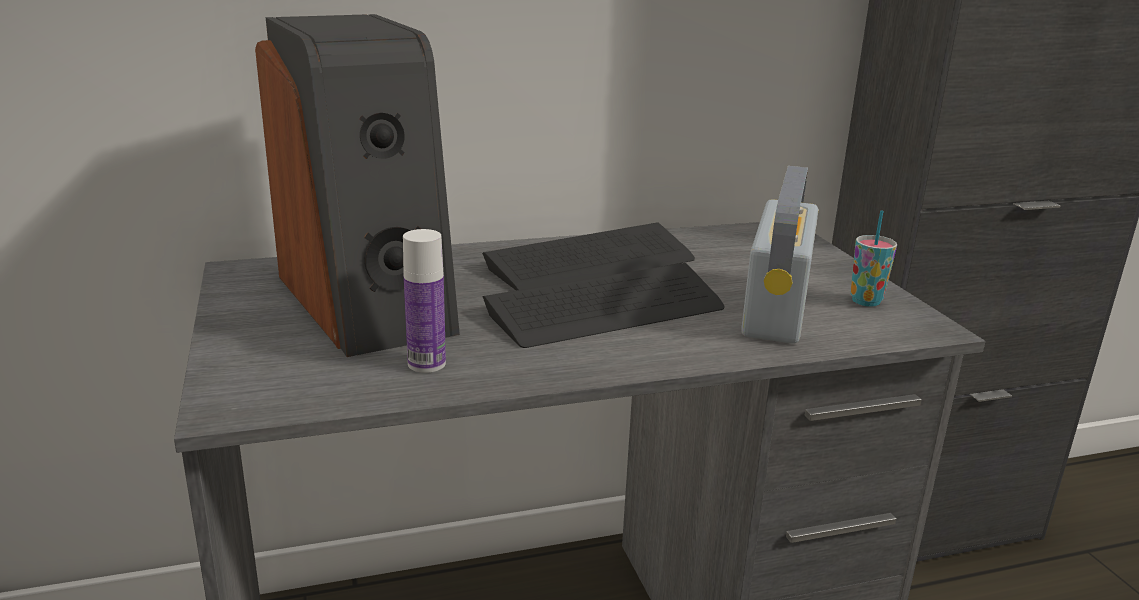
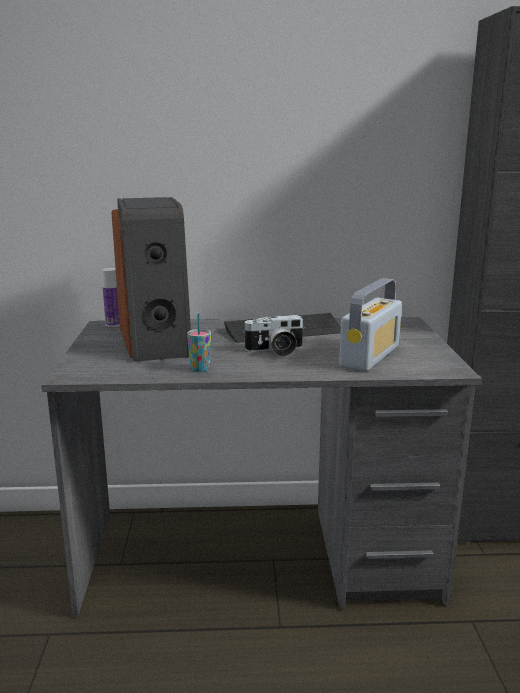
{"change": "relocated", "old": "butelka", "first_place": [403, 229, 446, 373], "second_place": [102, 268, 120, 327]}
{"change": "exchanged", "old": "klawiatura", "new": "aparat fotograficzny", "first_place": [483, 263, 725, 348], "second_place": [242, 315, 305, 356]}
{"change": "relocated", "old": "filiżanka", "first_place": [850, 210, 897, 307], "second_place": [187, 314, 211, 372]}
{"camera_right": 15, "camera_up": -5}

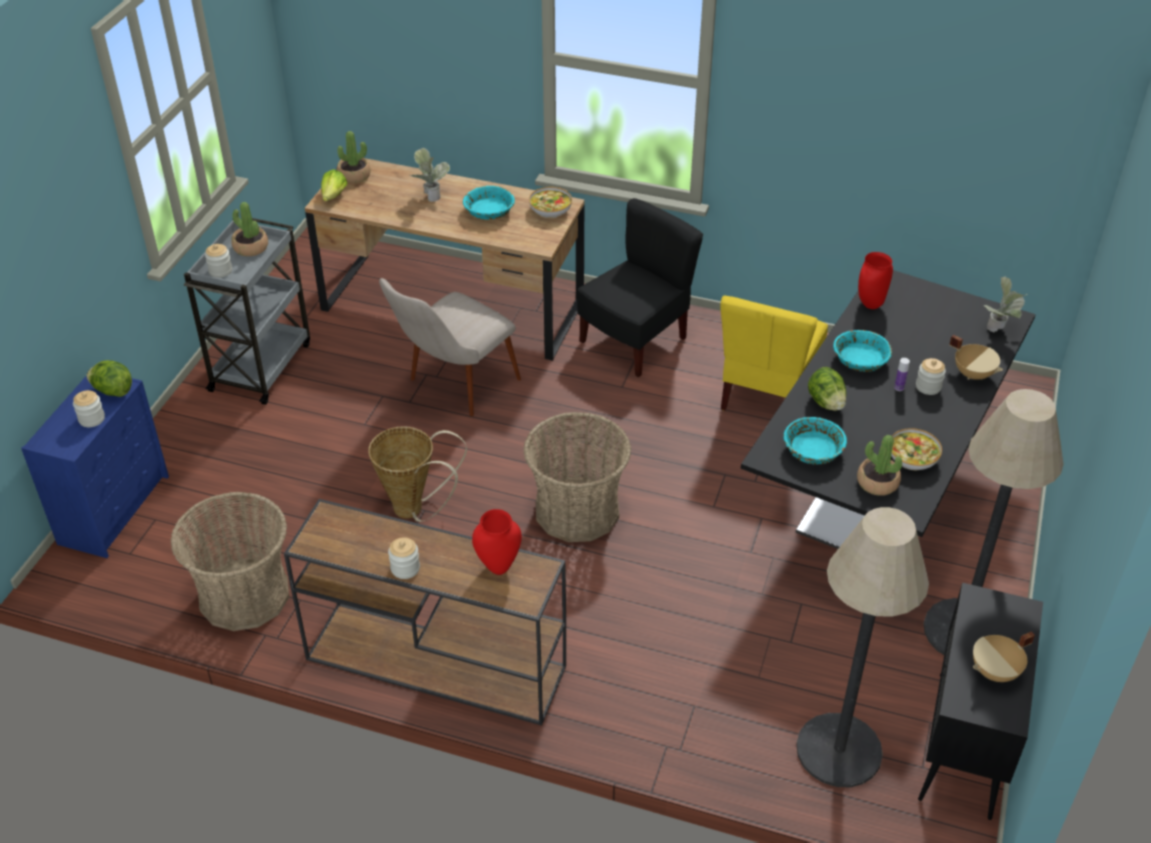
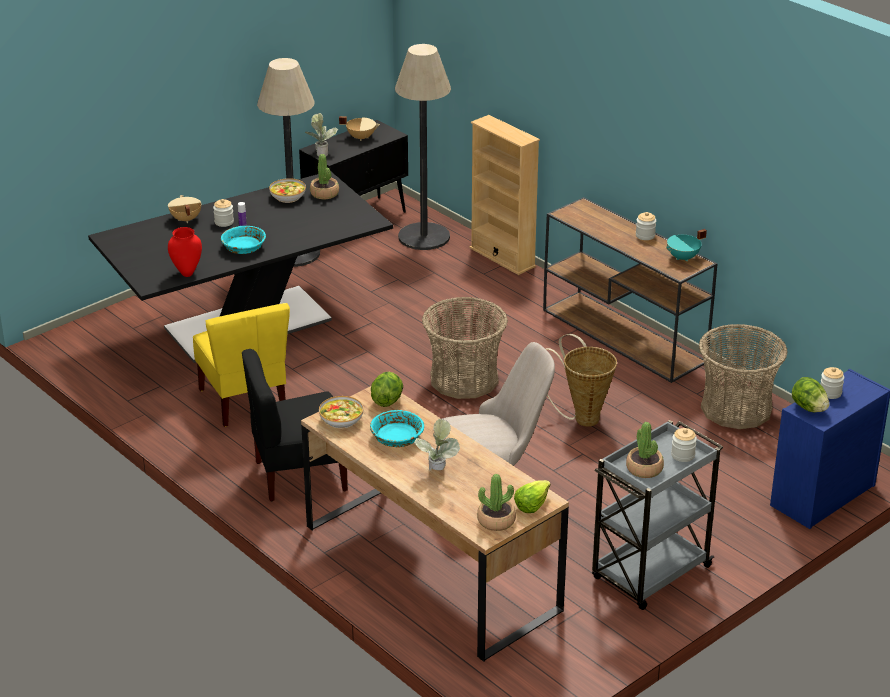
{"change": "missing", "old": "wazon/czerwony", "first_place": [472, 509, 522, 575]}
{"change": "spun", "old": "krzesło/żółty", "first_place": [721, 295, 828, 410], "second_place": [193, 303, 290, 427], "degrees": 105}
{"change": "missing", "old": "miska/turkusowy", "first_place": [783, 417, 847, 465]}
{"change": "relocated", "old": "sałata", "first_place": [808, 367, 846, 411], "second_place": [371, 372, 403, 407]}
{"change": "relocated", "old": "roślina doniczkowa", "first_place": [983, 277, 1027, 332], "second_place": [304, 113, 338, 157]}
{"change": "appeared", "new": "regał/beżowy", "second_place": [470, 115, 540, 275]}
{"change": "appeared", "new": "garnek/turkusowy", "second_place": [666, 229, 707, 262]}
{"camera_right": -150, "camera_up": -10}

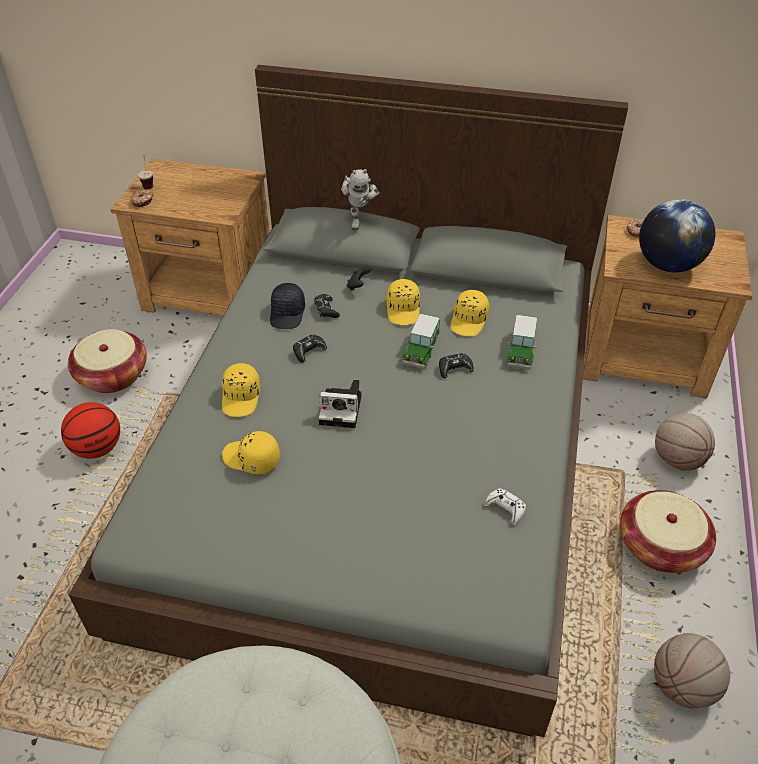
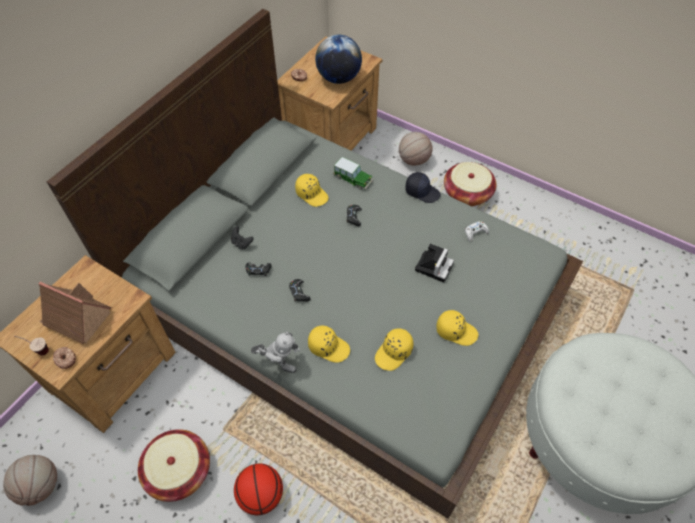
{"change": "relocated", "old": "czapka z daszkiem/czarny", "first_place": [270, 283, 305, 329], "second_place": [405, 172, 441, 203]}
{"change": "relocated", "old": "aparat fotograficzny", "first_place": [318, 380, 361, 428], "second_place": [415, 244, 454, 283]}
{"change": "relocated", "old": "robot zabawkowy", "first_place": [341, 169, 379, 230], "second_place": [251, 332, 300, 373]}
{"change": "relocated", "old": "czapka z daszkiem/żółty", "first_place": [387, 279, 420, 325], "second_place": [436, 310, 478, 346]}
{"change": "missing", "old": "samochodzik", "first_place": [402, 314, 440, 369]}
{"change": "relocated", "old": "piłka do koszykówki", "first_place": [654, 633, 730, 708], "second_place": [3, 455, 57, 506]}
{"change": "appeared", "new": "domek", "second_place": [38, 282, 112, 344]}
{"camera_right": -70, "camera_up": 10}

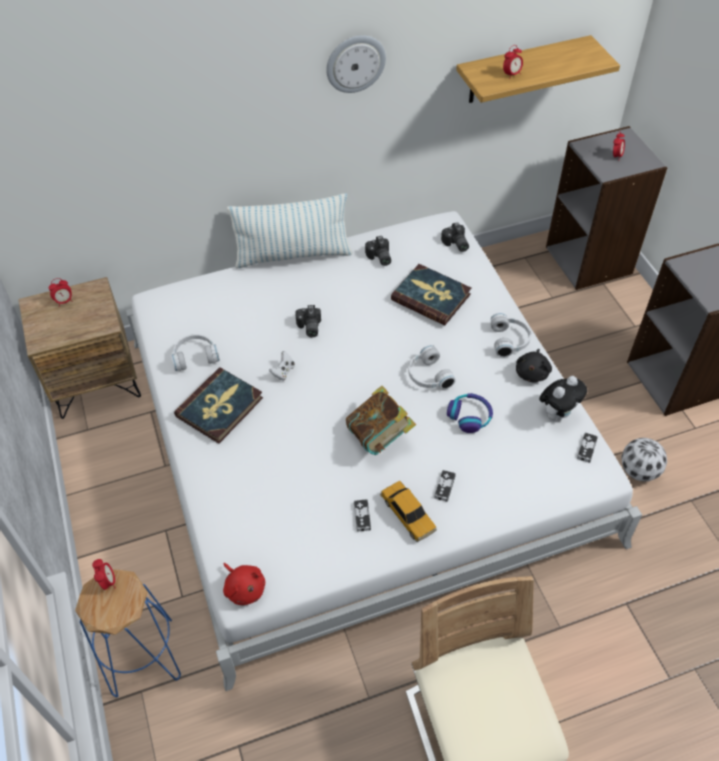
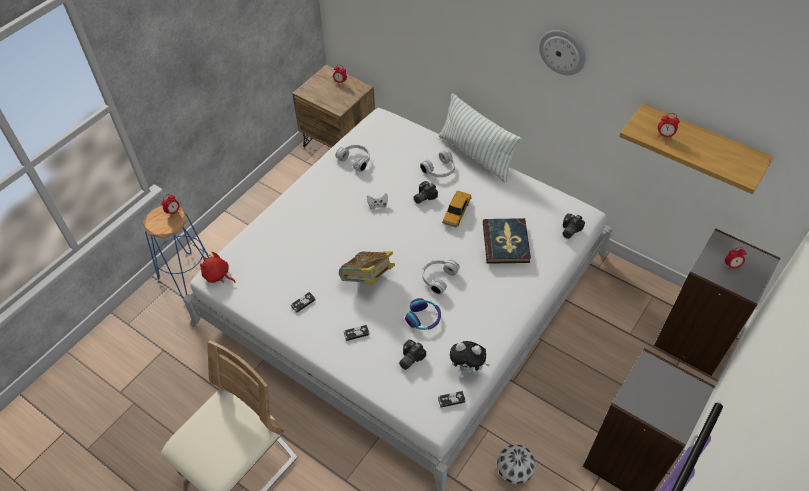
{"change": "missing", "old": "książka", "first_place": [174, 367, 263, 444]}
{"change": "spun", "old": "pluszak/czerwony", "first_place": [223, 563, 265, 606], "second_place": [200, 252, 236, 283], "degrees": 105}
{"change": "relocated", "old": "aparat fotograficzny", "first_place": [365, 236, 391, 266], "second_place": [399, 340, 426, 370]}
{"change": "relocated", "old": "samochodzik", "first_place": [380, 481, 437, 542], "second_place": [442, 191, 472, 228]}
{"change": "relocated", "old": "słuchawki/biały", "first_place": [491, 313, 531, 357], "second_place": [420, 149, 455, 177]}
{"change": "missing", "old": "pluszak/czarny", "first_place": [516, 349, 552, 382]}
{"camera_right": 55, "camera_up": 0}

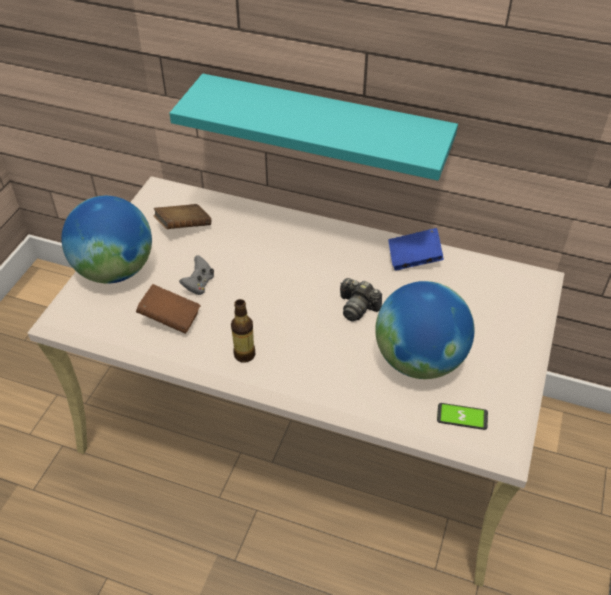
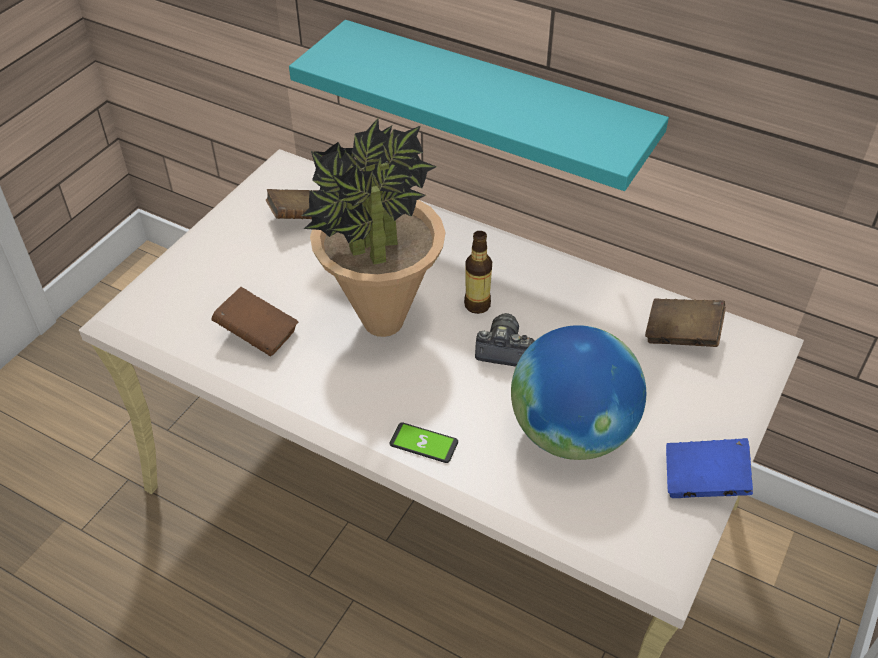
{"change": "missing", "old": "globus", "first_place": [61, 196, 152, 284]}
{"change": "missing", "old": "pad do gier/szary", "first_place": [179, 255, 214, 295]}
{"change": "relocated", "old": "butelka", "first_place": [231, 299, 255, 363], "second_place": [464, 231, 492, 314]}
{"change": "spun", "old": "aparat fotograficzny", "first_place": [340, 278, 382, 321], "second_place": [475, 313, 534, 367], "degrees": 150}
{"change": "relocated", "old": "książka/niebieski", "first_place": [388, 228, 444, 271], "second_place": [666, 438, 753, 498]}
{"change": "relocated", "old": "telefon", "first_place": [437, 403, 488, 430], "second_place": [389, 422, 458, 463]}
{"change": "appeared", "new": "roślina doniczkowa", "second_place": [301, 118, 446, 337]}
{"change": "appeared", "new": "książka/brązowy", "second_place": [645, 298, 726, 347]}
{"camera_right": 10, "camera_up": 0}

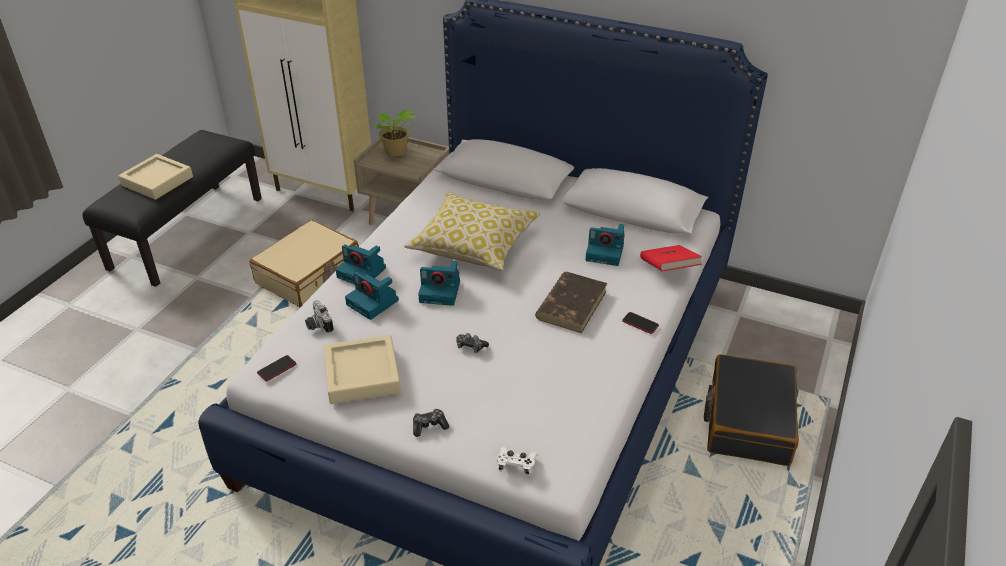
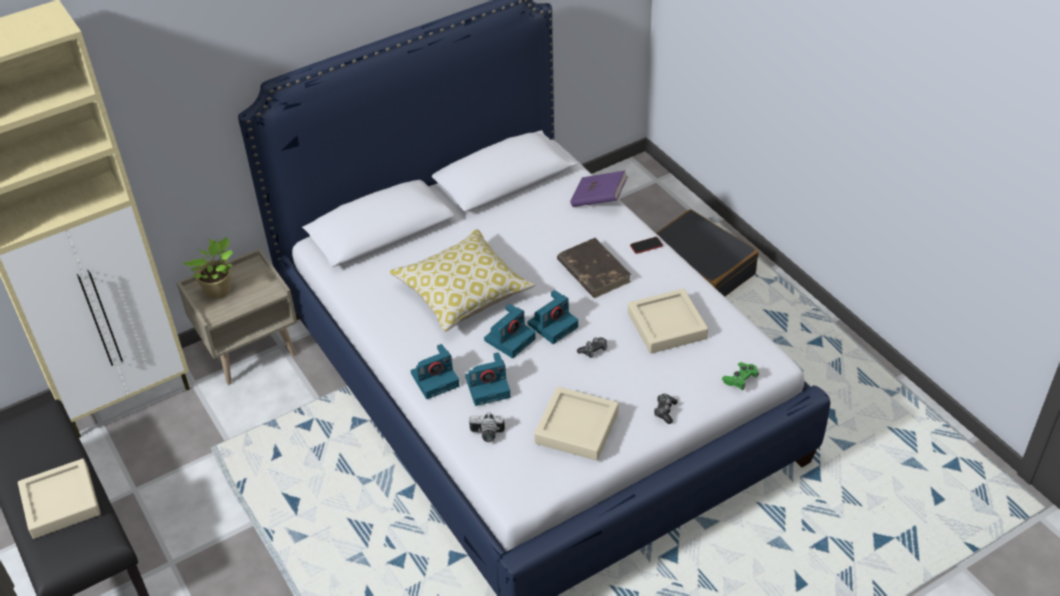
{"change": "missing", "old": "walizka/beżowy", "first_place": [250, 220, 359, 307]}
{"change": "missing", "old": "telefon", "first_place": [257, 355, 296, 381]}
{"change": "colour", "old": "pad do gier/biały", "new": "pad do gier/zielony", "first_place": [497, 447, 537, 476], "second_place": [722, 362, 759, 390]}
{"change": "relocated", "old": "aparat fotograficzny", "first_place": [586, 224, 625, 266], "second_place": [528, 290, 578, 344]}
{"change": "colour", "old": "książka/czerwony", "new": "książka/fioletowy", "first_place": [640, 245, 702, 272], "second_place": [570, 170, 628, 207]}
{"change": "appeared", "new": "taca/beżowy", "second_place": [628, 289, 708, 354]}
{"camera_right": -55, "camera_up": 5}

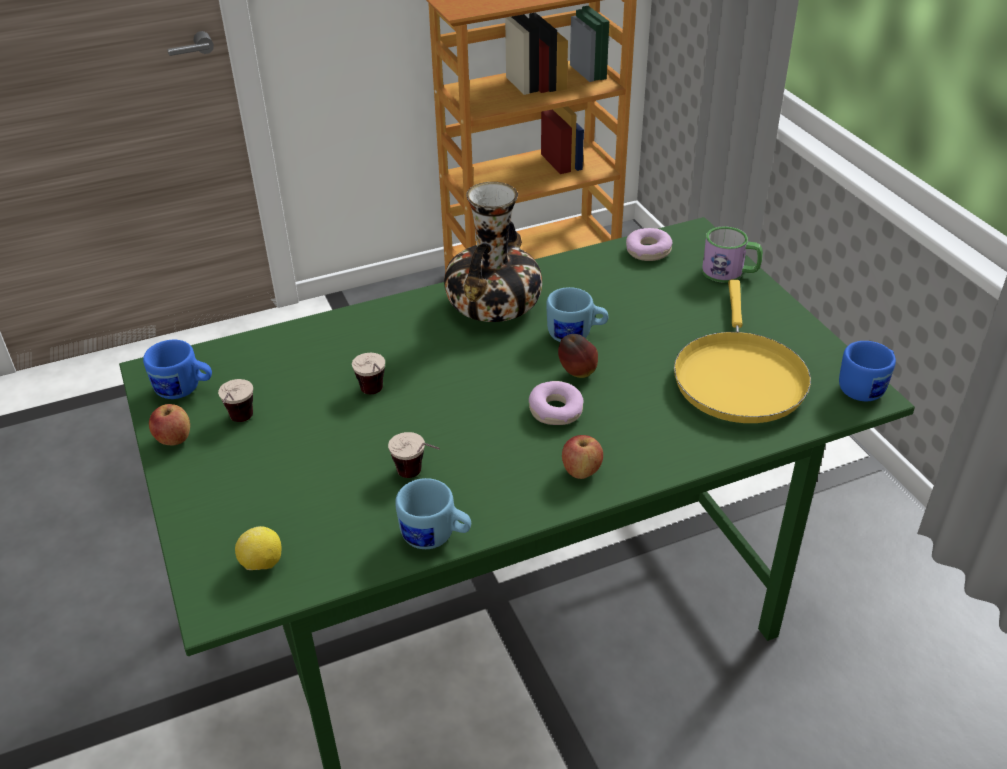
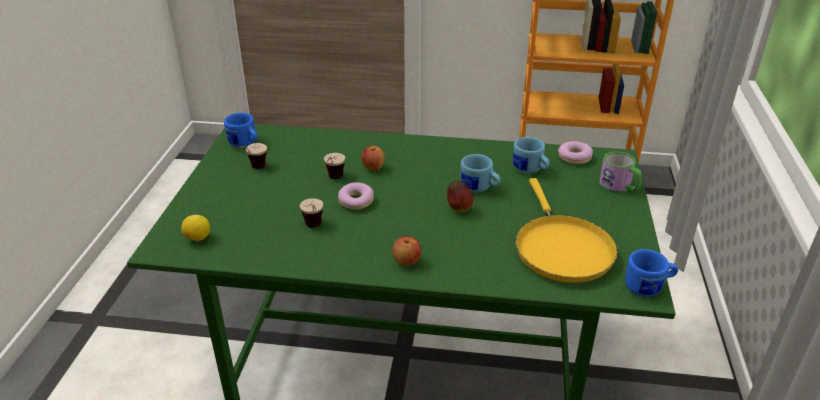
{"change": "relocated", "old": "jabłko", "first_place": [149, 404, 190, 446], "second_place": [361, 146, 385, 171]}
{"change": "relocated", "old": "kubek/niebieski", "first_place": [395, 478, 471, 549], "second_place": [513, 137, 549, 174]}
{"change": "missing", "old": "wazon", "first_place": [444, 182, 542, 322]}
{"change": "relocated", "old": "donut", "first_place": [529, 381, 584, 425], "second_place": [338, 182, 374, 210]}
{"change": "spun", "old": "patelnia/żółty", "first_place": [674, 280, 811, 423], "second_place": [516, 178, 618, 282], "degrees": -45}
{"camera_right": 30, "camera_up": -5}

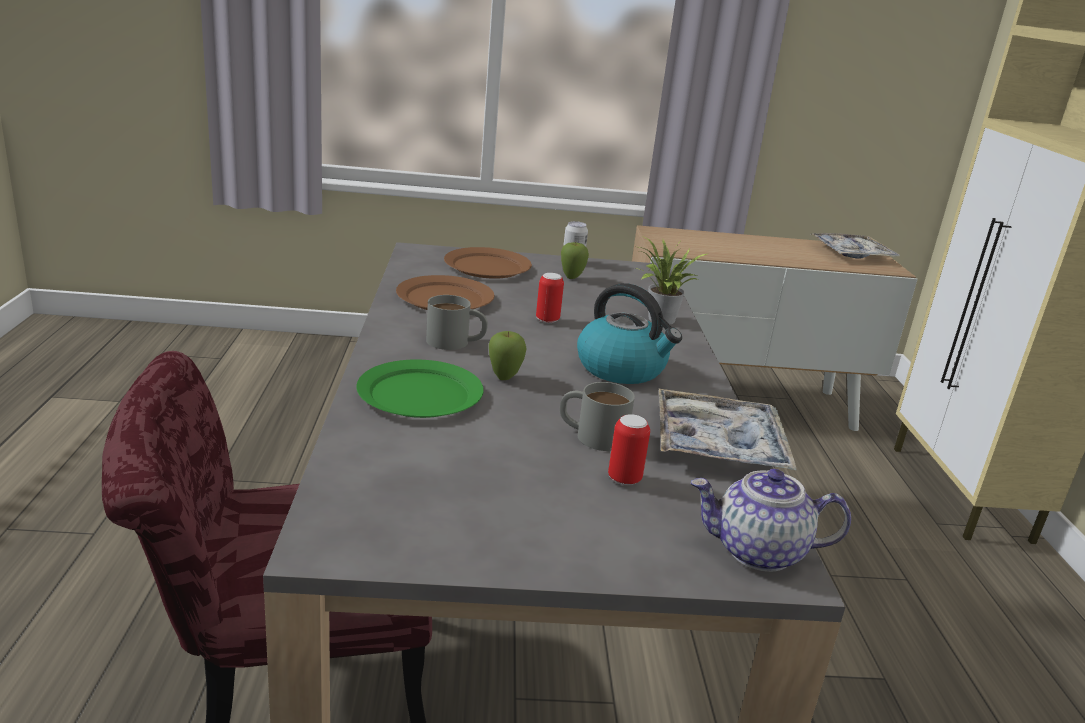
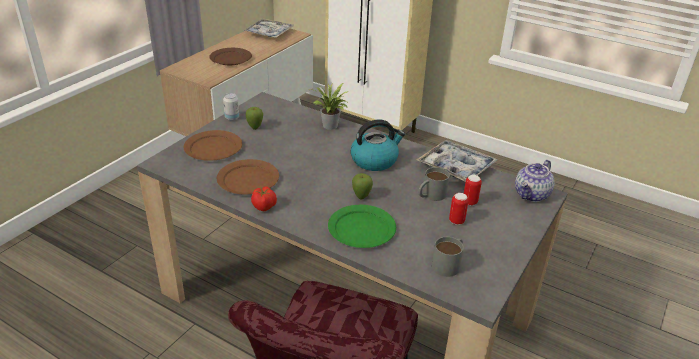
{"change": "relocated", "old": "kubek/szary", "first_place": [426, 295, 488, 350], "second_place": [432, 237, 464, 277]}
{"change": "relocated", "old": "puszka", "first_place": [536, 273, 564, 323], "second_place": [449, 193, 469, 225]}
{"change": "appeared", "new": "talerz/brązowy", "second_place": [209, 48, 252, 65]}
{"change": "appeared", "new": "pomidor", "second_place": [251, 186, 277, 211]}
{"camera_right": -55, "camera_up": 10}

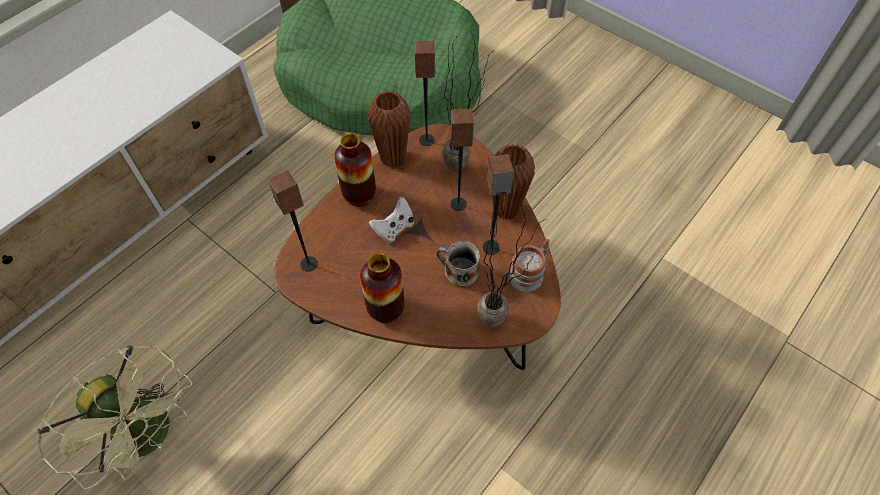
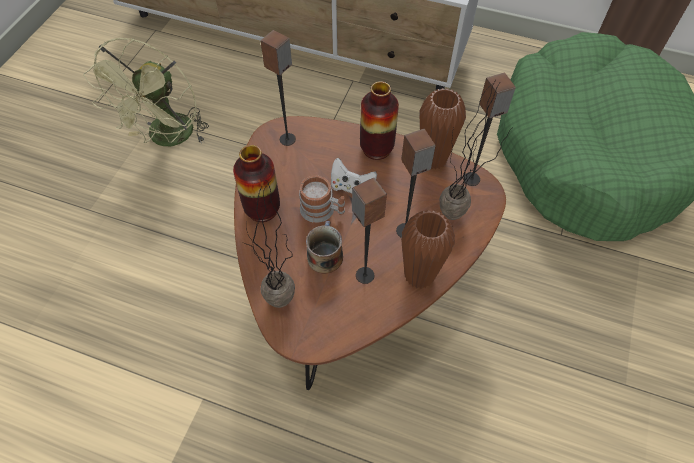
{"change": "relocated", "old": "kubek", "first_place": [509, 239, 550, 292], "second_place": [299, 175, 345, 223]}
{"camera_right": 70, "camera_up": 0}

